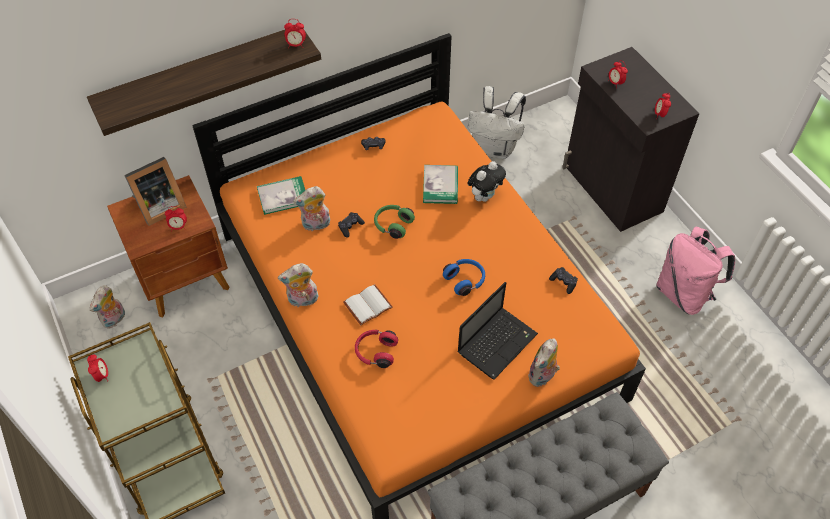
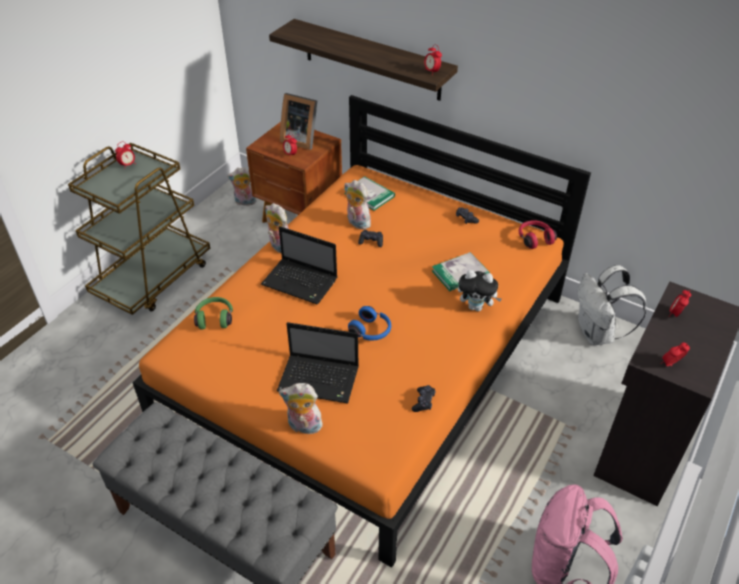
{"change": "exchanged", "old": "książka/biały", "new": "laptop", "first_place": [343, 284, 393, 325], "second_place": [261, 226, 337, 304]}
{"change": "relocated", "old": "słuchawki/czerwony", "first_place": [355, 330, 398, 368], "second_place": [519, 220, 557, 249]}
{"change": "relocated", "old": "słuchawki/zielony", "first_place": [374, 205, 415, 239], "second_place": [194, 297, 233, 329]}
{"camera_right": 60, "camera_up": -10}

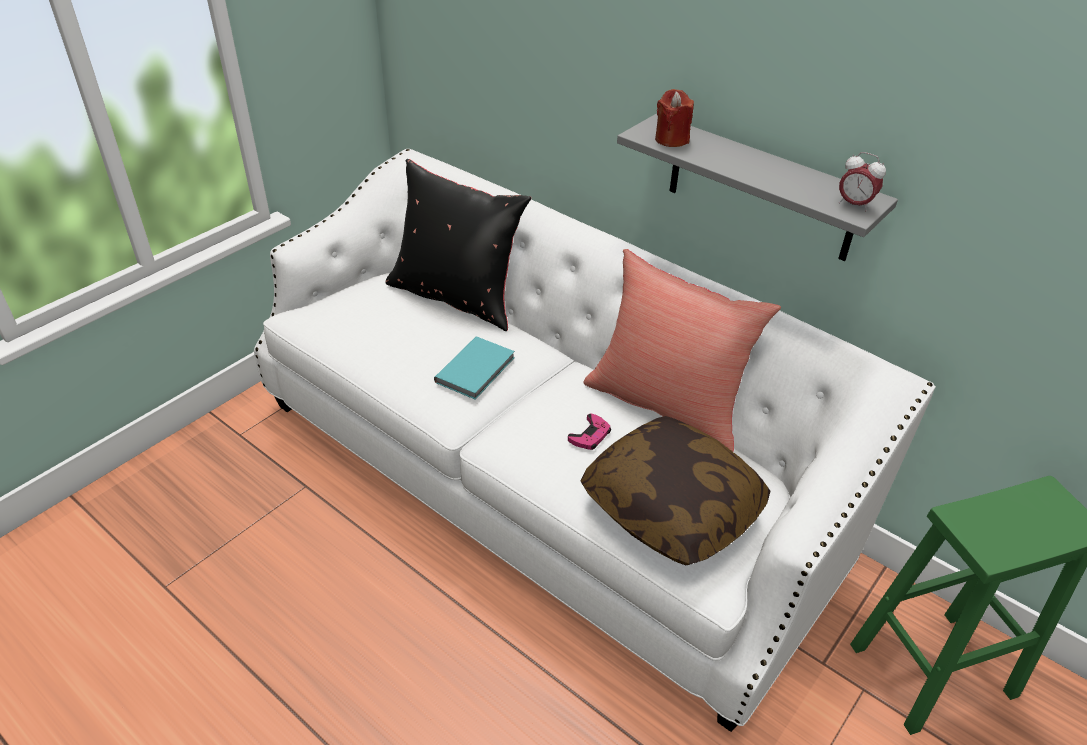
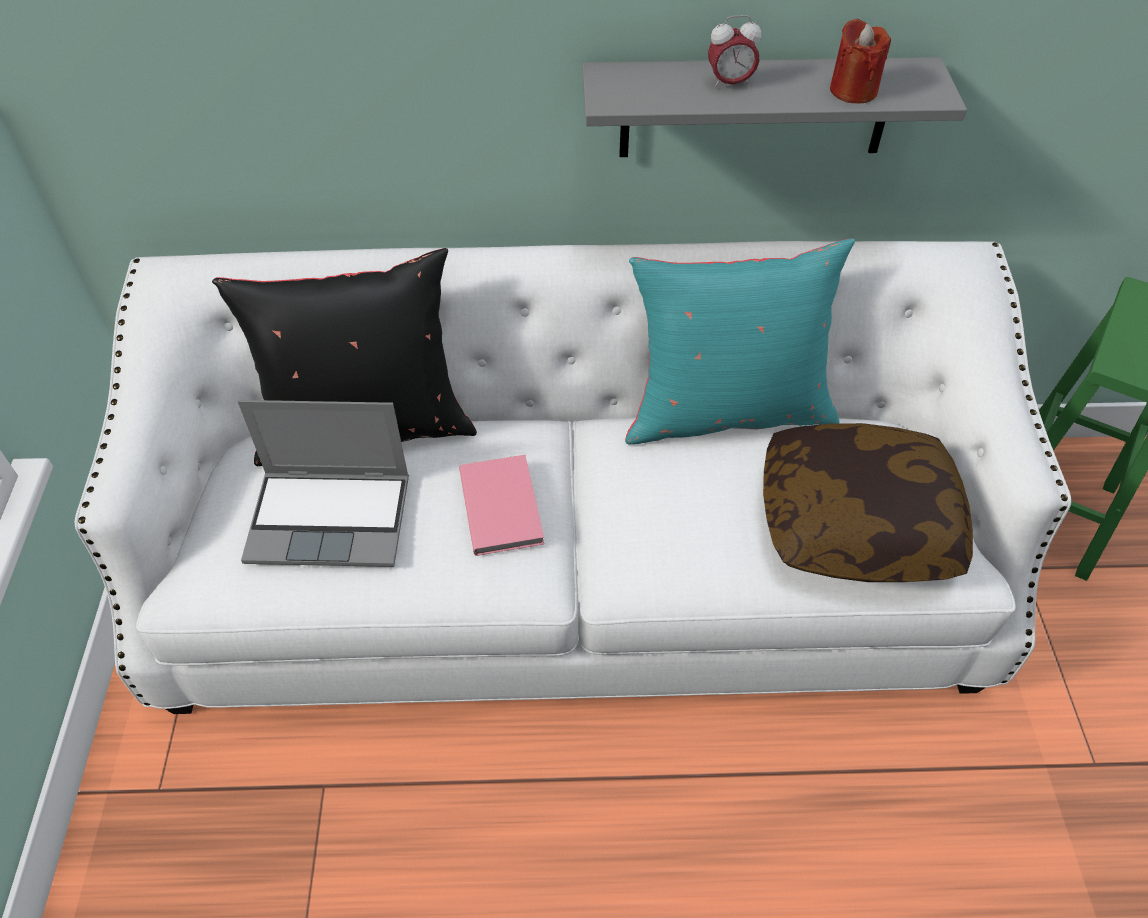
{"change": "colour", "old": "książka/turkusowy", "new": "książka/różowy", "first_place": [434, 336, 515, 400], "second_place": [459, 455, 544, 556]}
{"change": "missing", "old": "pad do gier/różowy", "first_place": [568, 414, 611, 450]}
{"change": "colour", "old": "poduszka/czerwony", "new": "poduszka/turkusowy", "first_place": [583, 249, 781, 452], "second_place": [625, 238, 855, 444]}
{"change": "relocated", "old": "świeca/czerwony", "first_place": [655, 89, 694, 147], "second_place": [830, 19, 891, 103]}
{"change": "relocated", "old": "budzik", "first_place": [839, 152, 886, 212], "second_place": [708, 15, 761, 89]}
{"change": "appeared", "new": "laptop", "second_place": [238, 400, 409, 567]}
{"camera_right": -40, "camera_up": 10}

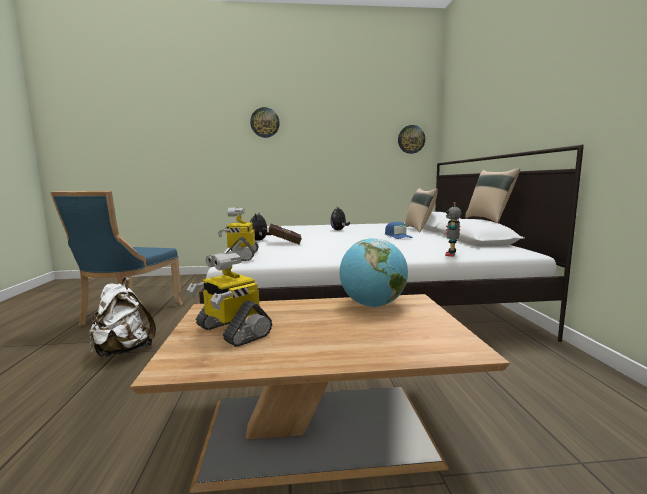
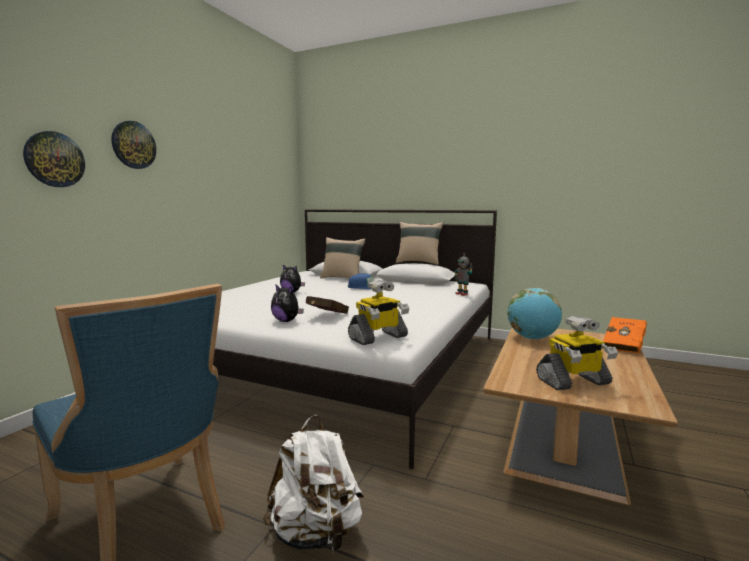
{"change": "spun", "old": "robot zabawkowy", "first_place": [218, 207, 259, 261], "second_place": [348, 280, 409, 345], "degrees": -60}
{"change": "relocated", "old": "zegar ścienny", "first_place": [398, 125, 425, 154], "second_place": [23, 131, 85, 187]}
{"change": "appeared", "new": "książka/pomarańczowy", "second_place": [603, 317, 647, 353]}
{"camera_right": -60, "camera_up": 0}

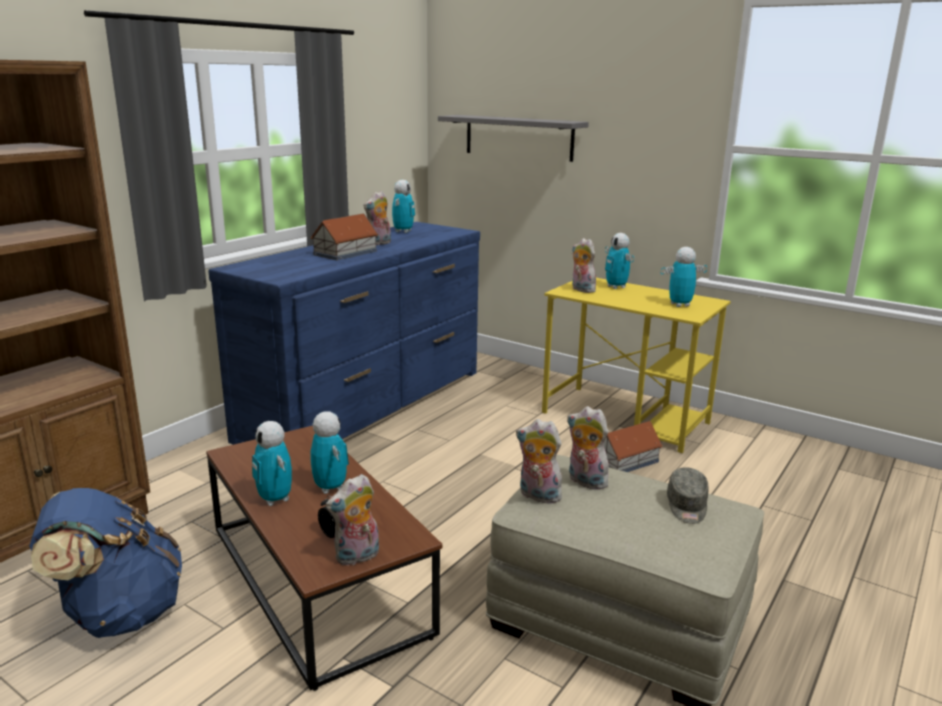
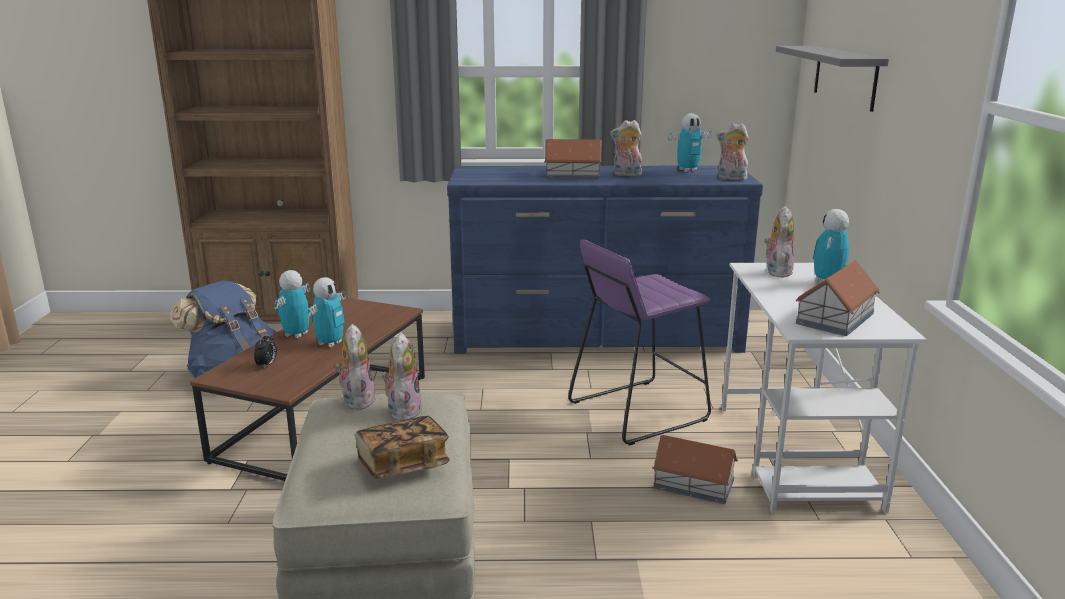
{"change": "relocated", "old": "pluszak", "first_place": [326, 474, 379, 566], "second_place": [716, 123, 749, 180]}
{"change": "colour", "old": "biurko/żółty", "new": "biurko/biały", "first_place": [542, 278, 731, 453], "second_place": [722, 263, 927, 514]}
{"change": "exchanged", "old": "robot zabawkowy", "new": "domek", "first_place": [660, 247, 707, 307], "second_place": [796, 260, 880, 336]}
{"change": "exchanged", "old": "czapka z daszkiem/szary", "new": "książka", "first_place": [667, 467, 708, 524], "second_place": [355, 416, 450, 479]}
{"change": "appeared", "new": "stołek/fioletowy", "second_place": [568, 239, 711, 445]}
{"camera_right": 55, "camera_up": 0}

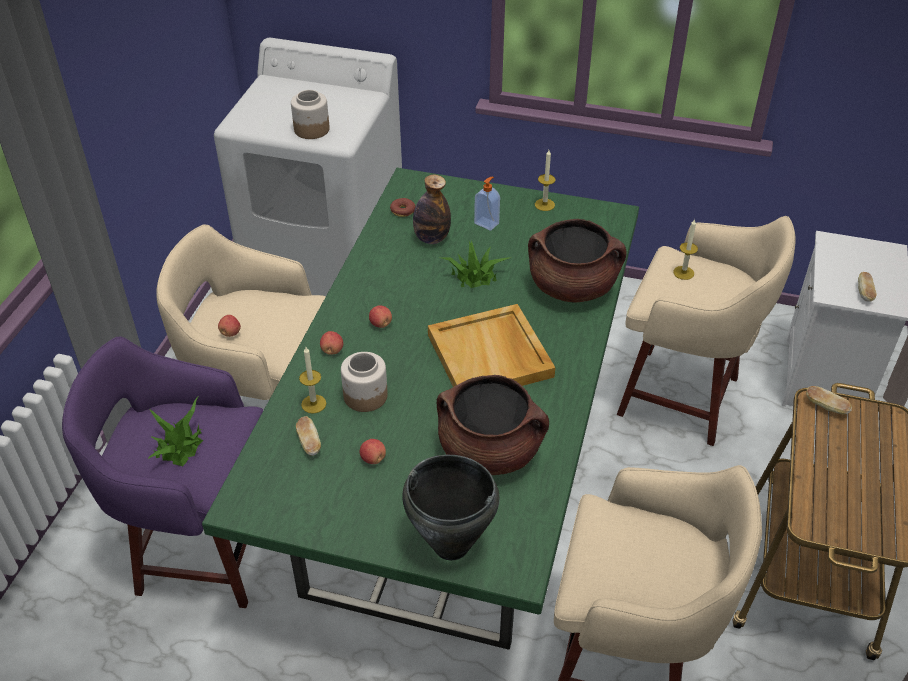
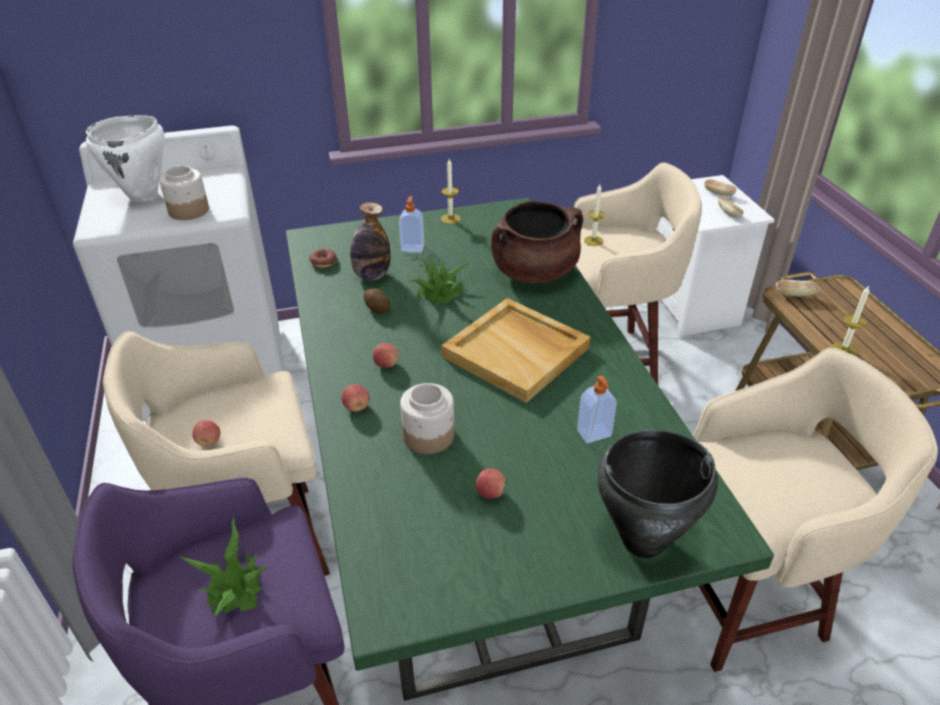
{"change": "relocated", "old": "chleb", "first_place": [296, 416, 321, 456], "second_place": [704, 179, 736, 196]}
{"change": "relocated", "old": "świeca", "first_place": [299, 347, 326, 413], "second_place": [831, 285, 870, 356]}
{"change": "exchanged", "old": "garnek/brązowy", "new": "dozownik mydła", "first_place": [437, 375, 549, 475], "second_place": [577, 375, 617, 443]}
{"change": "appeared", "new": "garnek/biały", "second_place": [86, 115, 164, 202]}
{"change": "appeared", "new": "ziemniak", "second_place": [363, 288, 390, 313]}
{"camera_right": -30, "camera_up": -5}

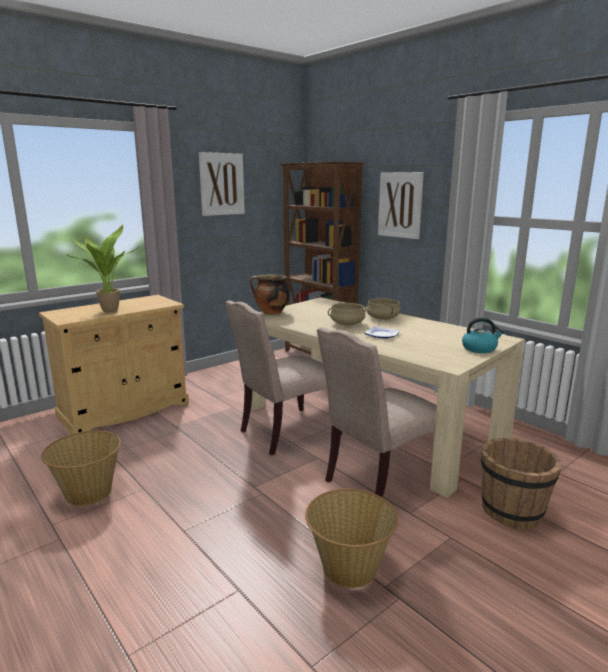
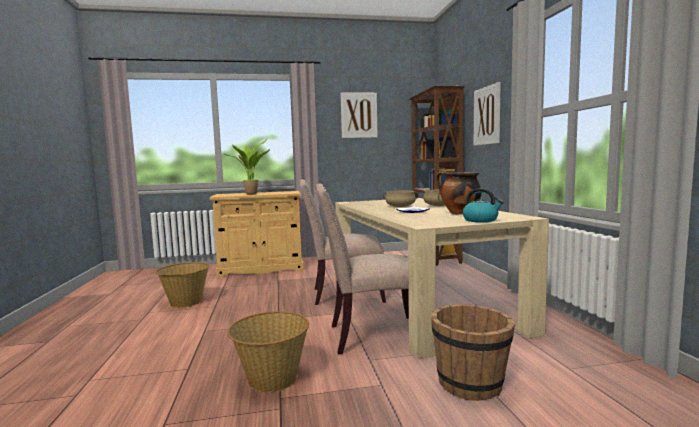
{"change": "relocated", "old": "garnek", "first_place": [250, 274, 290, 315], "second_place": [436, 171, 482, 215]}
{"camera_right": 30, "camera_up": -10}

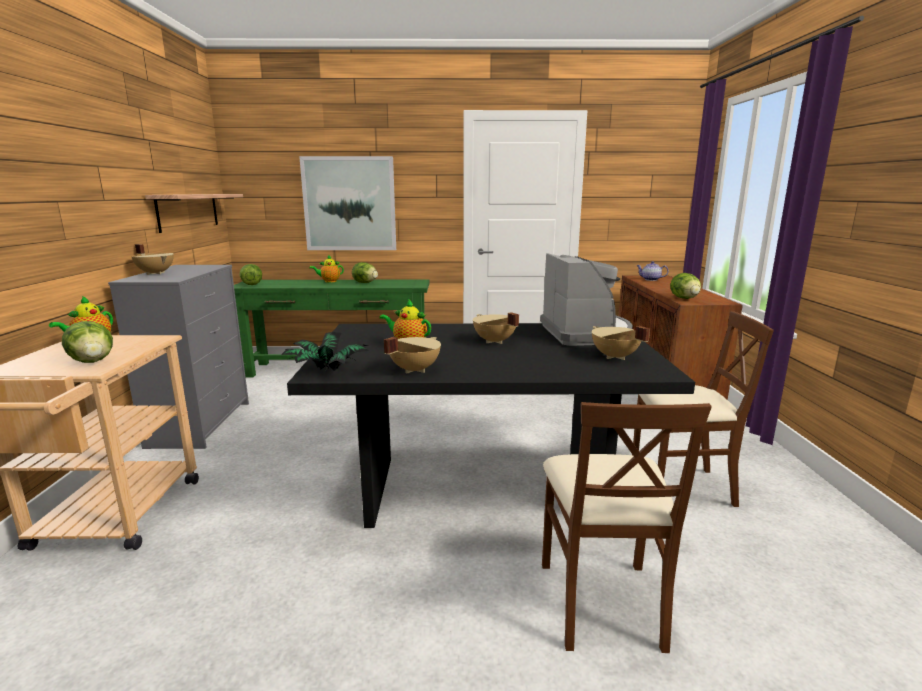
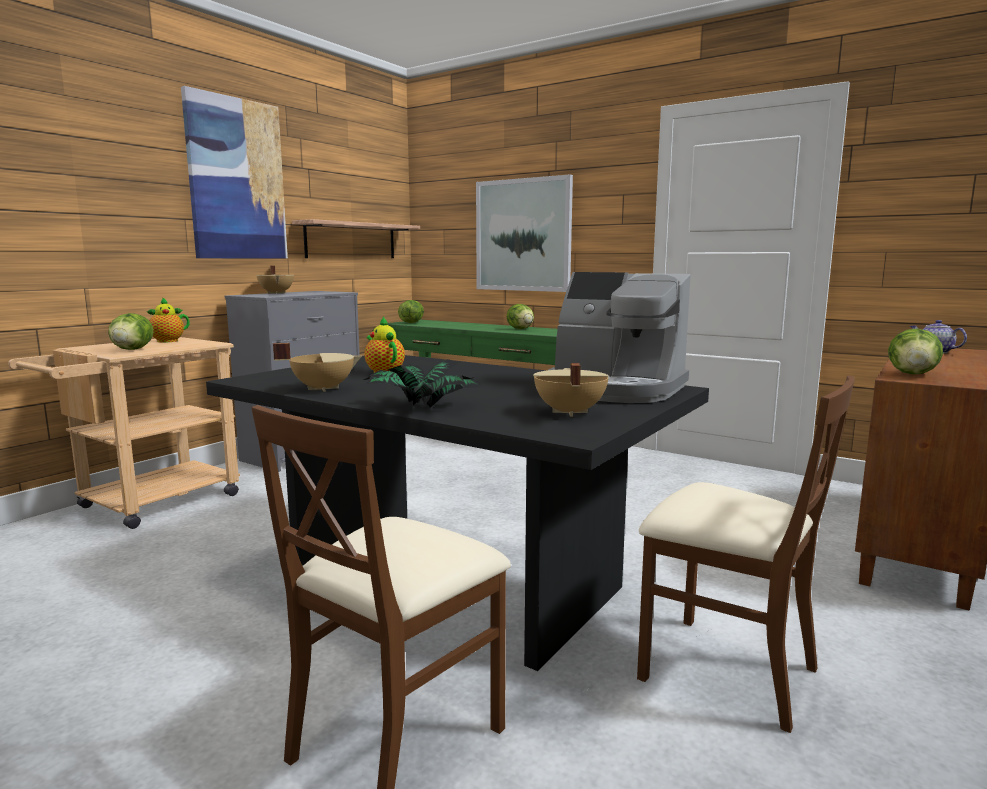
{"change": "relocated", "old": "roślina doniczkowa", "first_place": [281, 332, 369, 371], "second_place": [363, 359, 481, 408]}
{"change": "missing", "old": "imbryk", "first_place": [309, 255, 344, 283]}
{"change": "missing", "old": "garnek/beżowy", "first_place": [473, 312, 519, 344]}
{"change": "spun", "old": "ekspres do kawy", "first_place": [540, 253, 633, 346], "second_place": [548, 272, 691, 403], "degrees": 90}
{"change": "appeared", "new": "obraz", "second_place": [181, 86, 288, 258]}
{"camera_right": 35, "camera_up": -5}

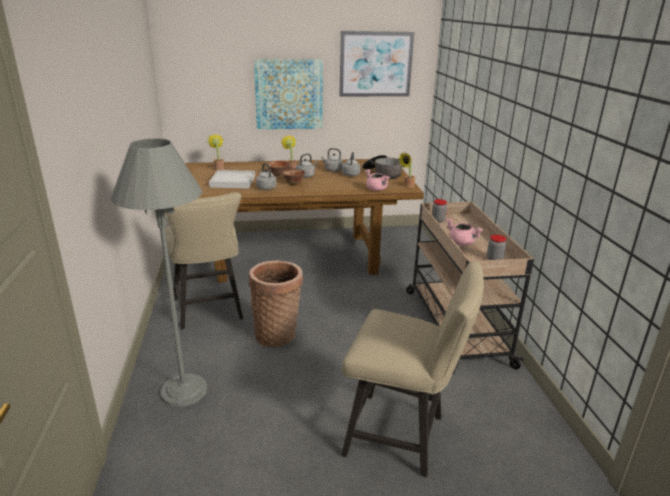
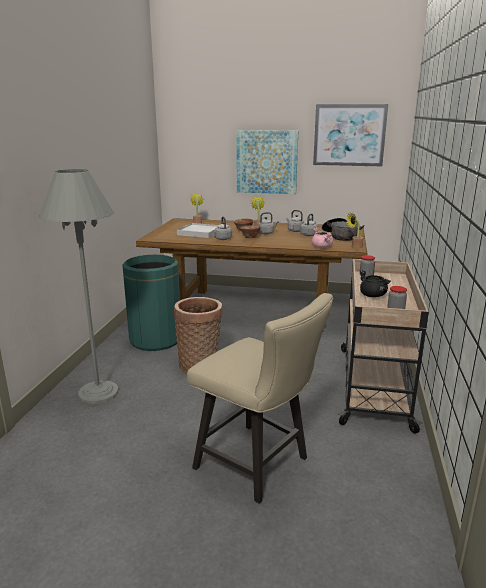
{"change": "exchanged", "old": "krzesło/beżowy", "new": "kosz na śmieci/zielony", "first_place": [164, 192, 243, 329], "second_place": [122, 255, 180, 351]}
{"change": "colour", "old": "garnek/różowy", "new": "garnek/czarny", "first_place": [446, 219, 483, 246], "second_place": [359, 270, 391, 297]}
{"camera_right": 20, "camera_up": -5}

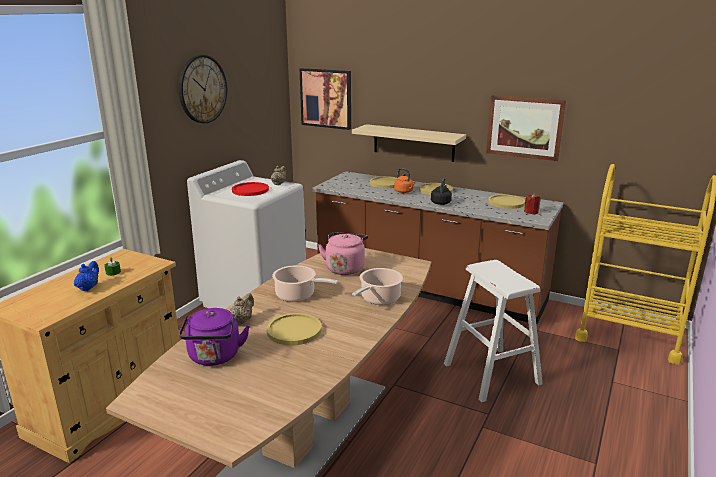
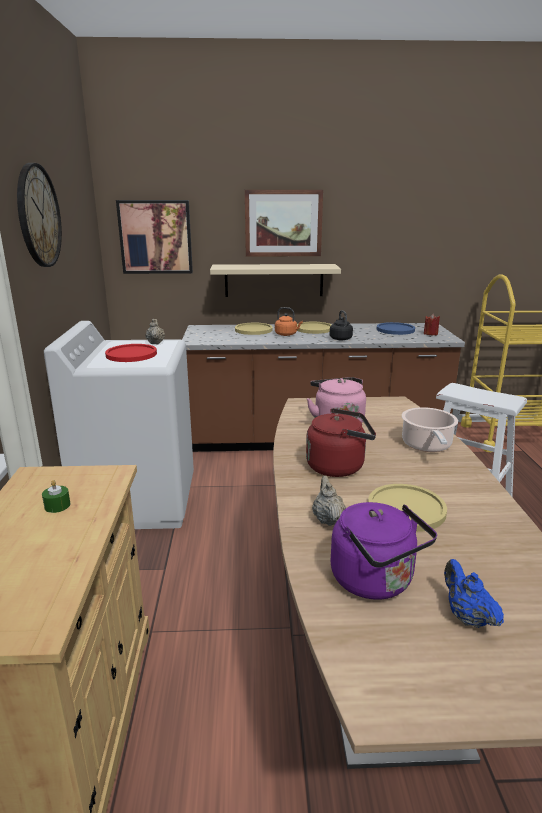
{"change": "relocated", "old": "imbryk/niebieski", "first_place": [74, 261, 99, 291], "second_place": [444, 559, 504, 628]}
{"change": "exchanged", "old": "garnek", "new": "czajnik/czerwony", "first_place": [272, 265, 338, 302], "second_place": [306, 408, 376, 477]}
{"change": "relocated", "old": "obraz", "first_place": [486, 95, 566, 161], "second_place": [245, 190, 323, 257]}
{"change": "colour", "old": "talerz/żółty", "new": "talerz/niebieski", "first_place": [488, 194, 525, 209], "second_place": [377, 322, 415, 335]}
{"camera_right": -30, "camera_up": 0}

